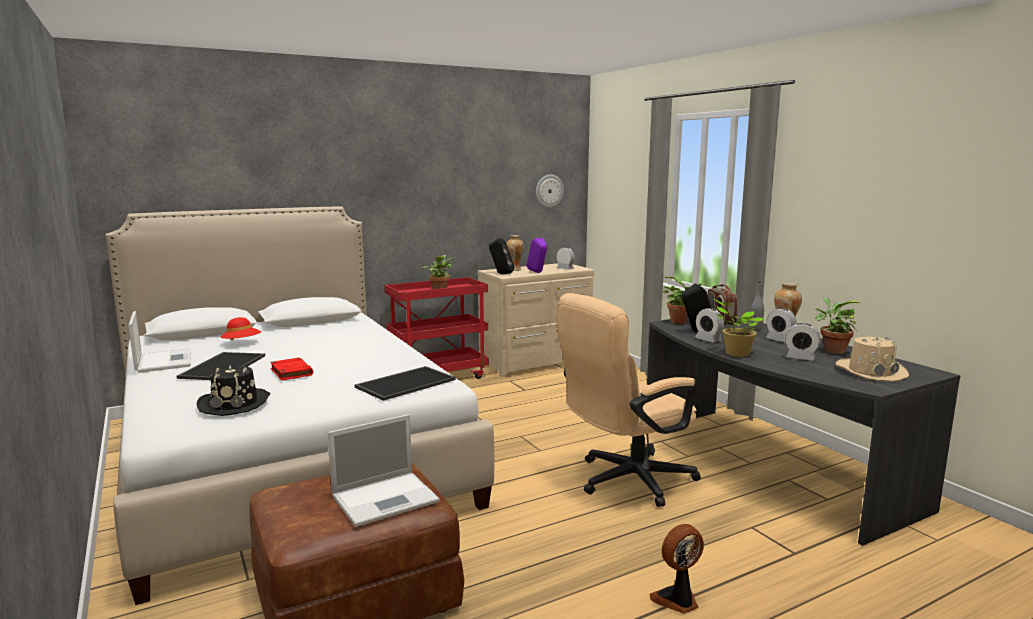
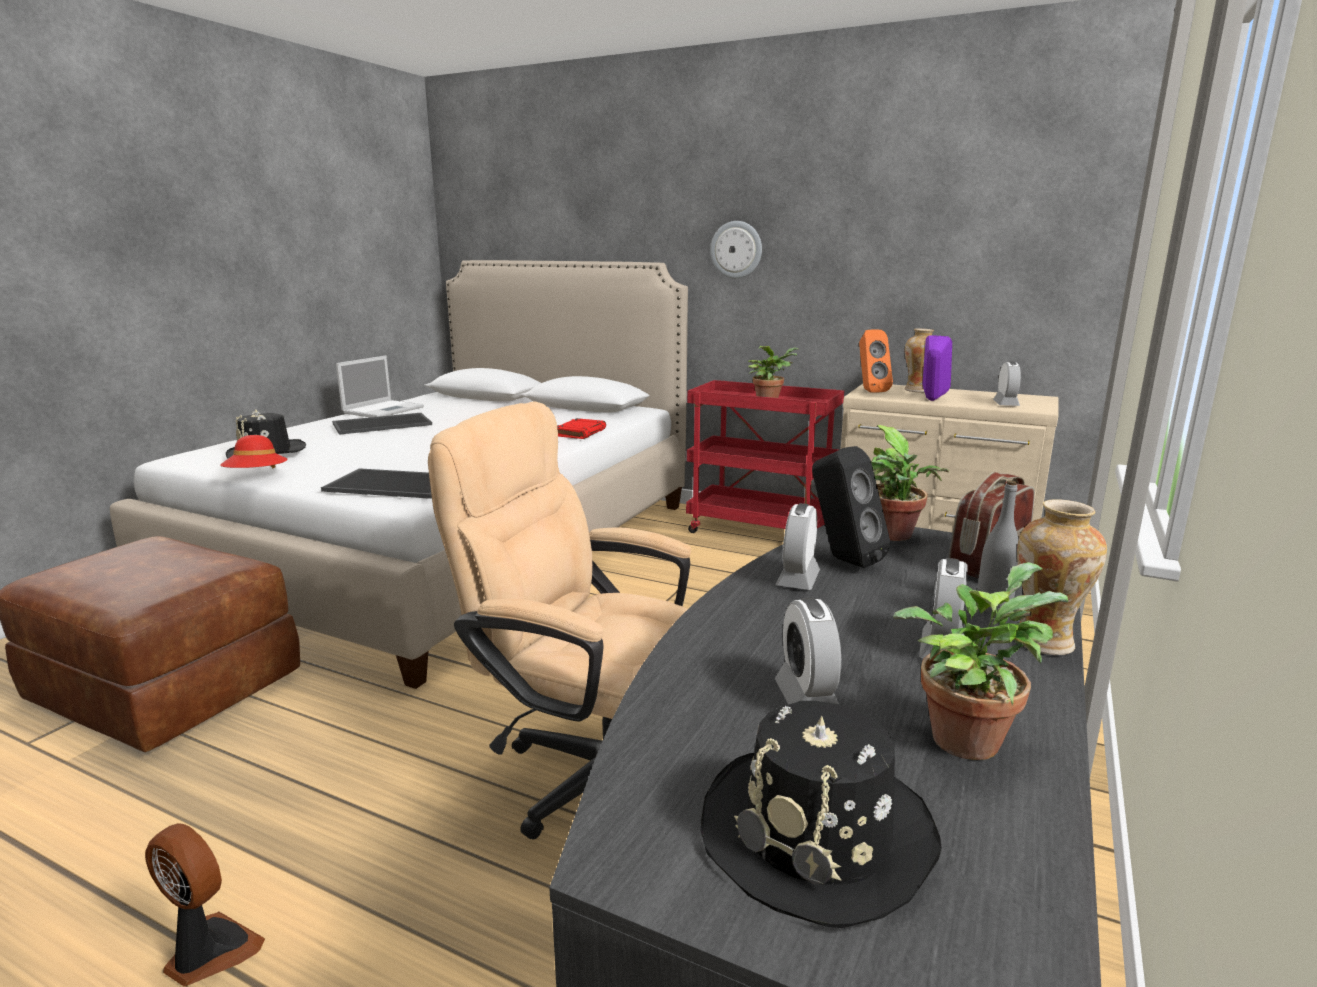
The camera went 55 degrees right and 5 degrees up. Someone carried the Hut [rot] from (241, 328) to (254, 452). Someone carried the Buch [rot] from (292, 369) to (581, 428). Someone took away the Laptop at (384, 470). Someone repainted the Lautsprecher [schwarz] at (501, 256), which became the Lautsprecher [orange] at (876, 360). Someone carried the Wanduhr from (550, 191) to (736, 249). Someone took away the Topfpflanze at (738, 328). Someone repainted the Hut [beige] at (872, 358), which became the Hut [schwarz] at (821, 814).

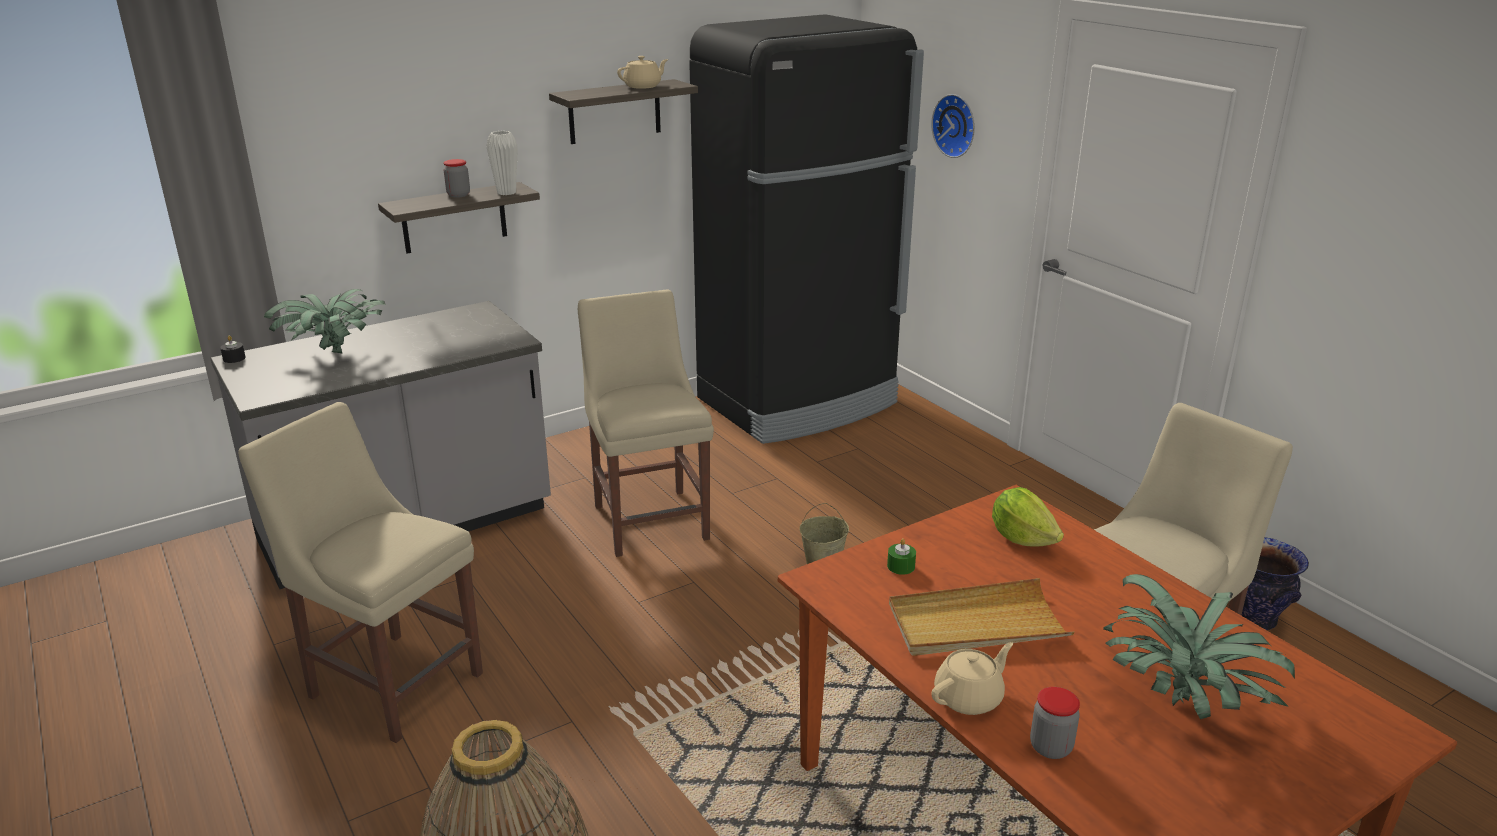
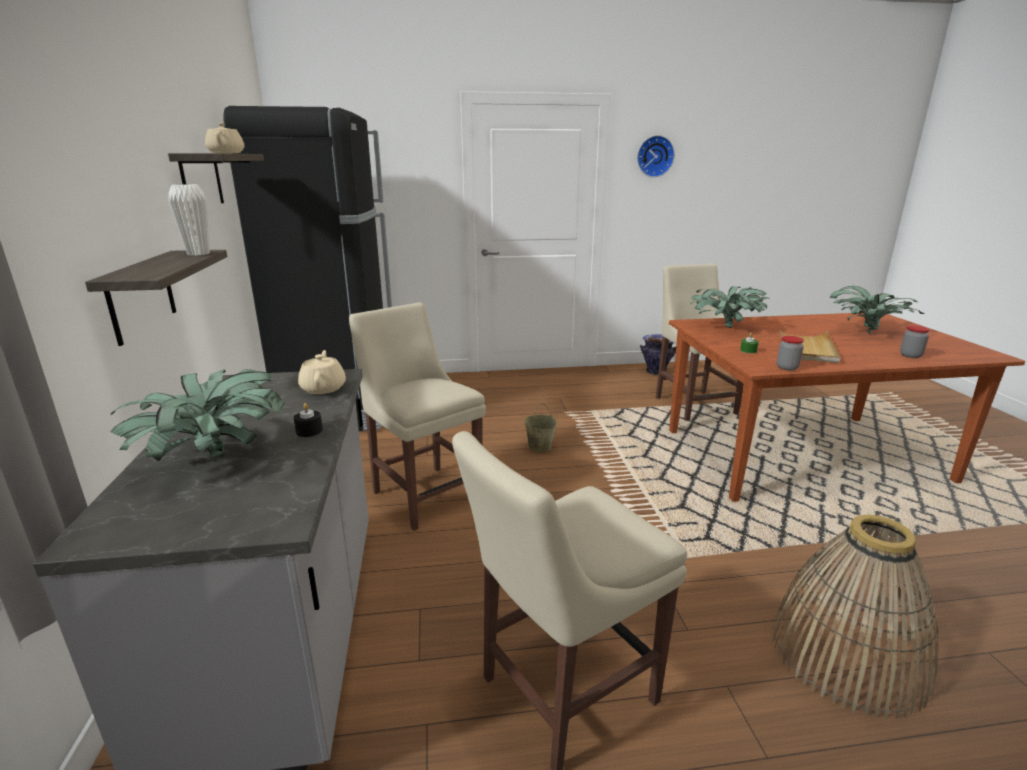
The camera went 65 degrees left and 5 degrees down. Someone carried the Kerze [schwarz] from (233, 349) to (308, 420). Someone carried the Vorratsglas from (457, 178) to (790, 353). Someone rotated the Stuhl [beige] at (646, 423) by 45 degrees clockwise. Someone carried the Wanduhr from (953, 126) to (656, 156). Someone carried the Teekanne [beige] from (972, 678) to (322, 372). Someone swapped the Salatkopf at (1028, 517) for the Topfpflanze at (729, 307).

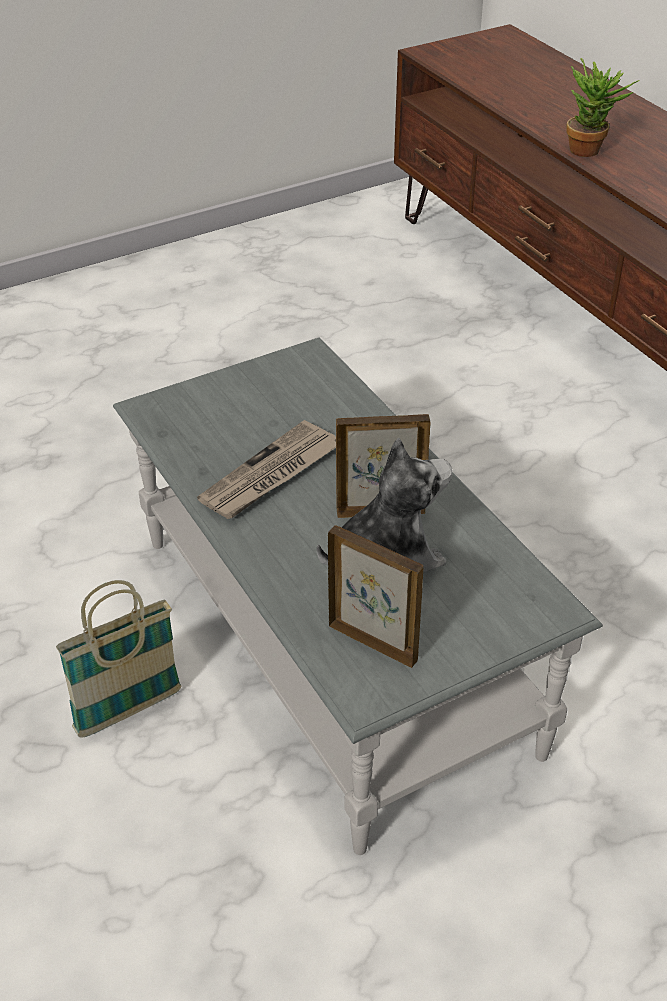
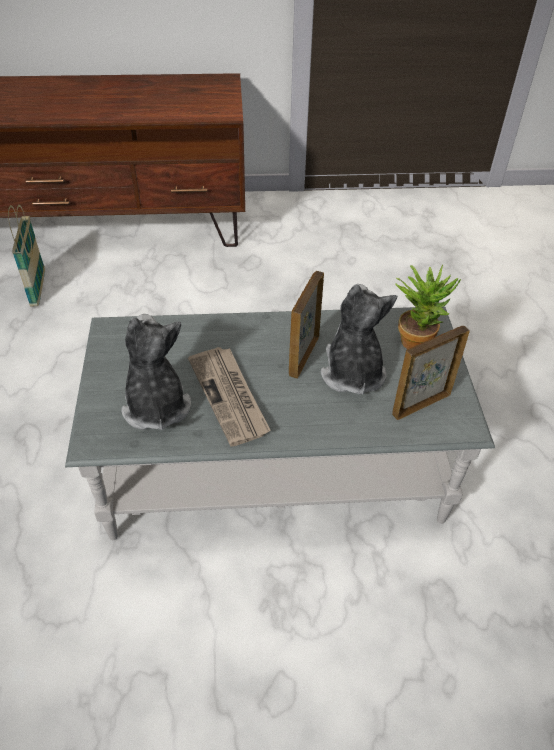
The camera went 65 degrees left and 5 degrees up. Someone carried the Korb from (119, 658) to (26, 256). Someone carried the Topfpflanze from (602, 107) to (427, 307). Someone put down the Plüschtier at (156, 372).

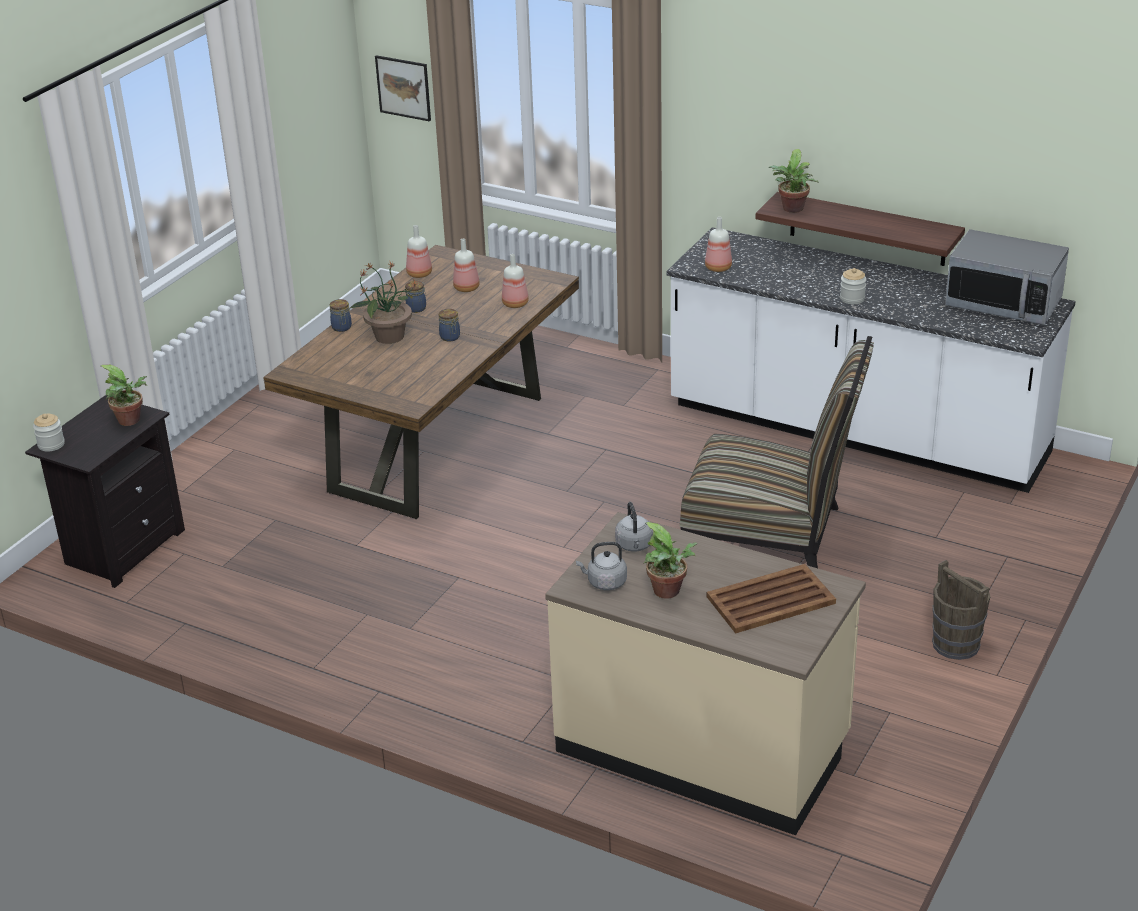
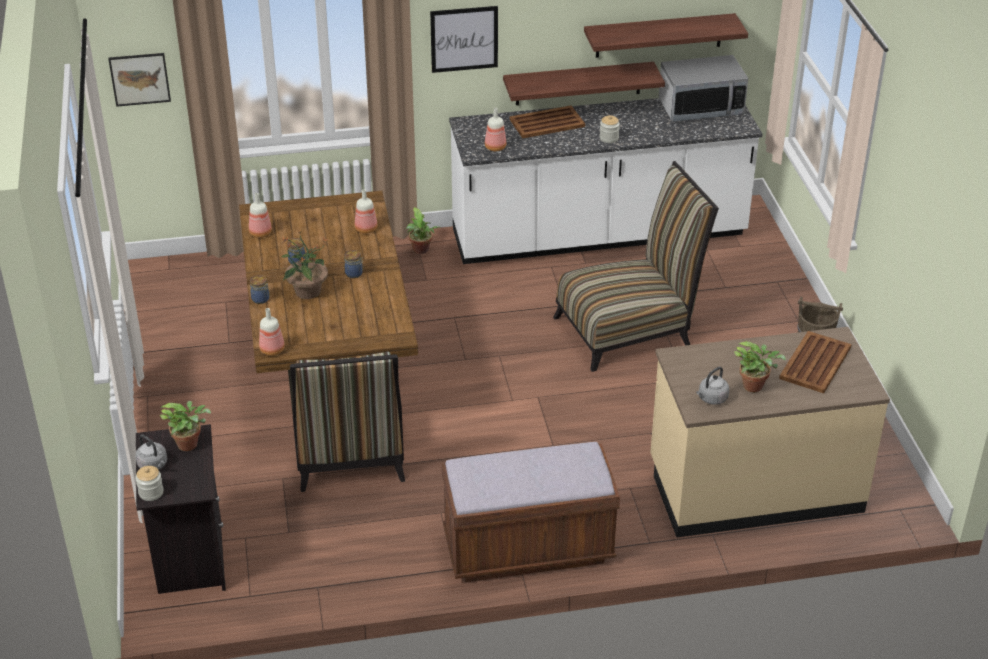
The camera went 40 degrees left and 5 degrees up. Someone carried the Flasche from (466, 265) to (272, 332). Someone carried the Wasserkessel [grau] from (634, 527) to (151, 452). Someone carried the Topfpflanze from (794, 181) to (423, 230). Someone put down the Stuhl at (347, 422). Someone put up the Bild at (464, 39). Someone put down the Bank [braun] at (530, 512). Someone put down the Tablett [braun] at (547, 121). Someone put up the Wandregal at (666, 35).

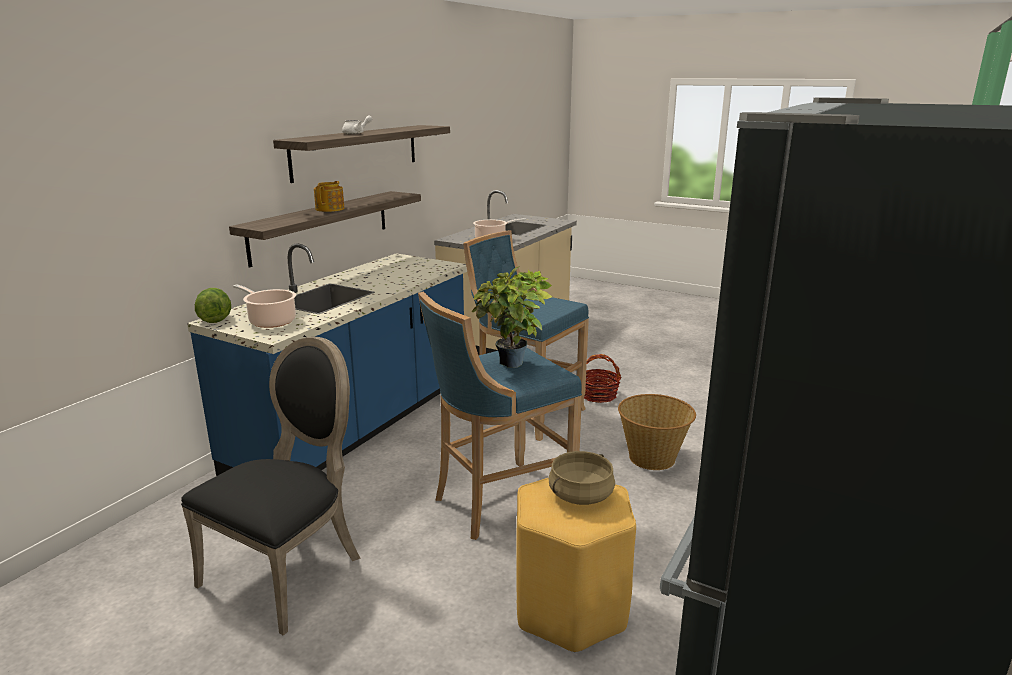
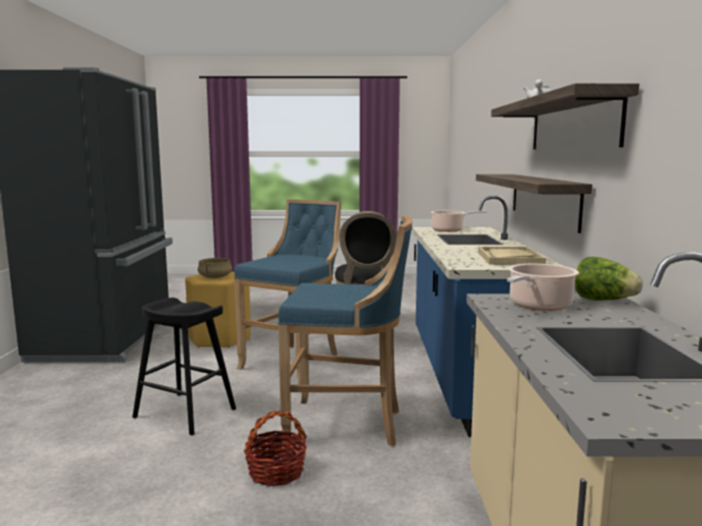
The camera went 150 degrees right and 10 degrees down. Someone carried the Salatkopf from (213, 305) to (609, 278). Someone took away the Teekanne at (329, 196). Someone took away the Topfpflanze at (512, 317). Someone swapped the Korb at (657, 432) for the Hocker [schwarz] at (184, 366). Someone put down the Tablett [beige] at (512, 255).

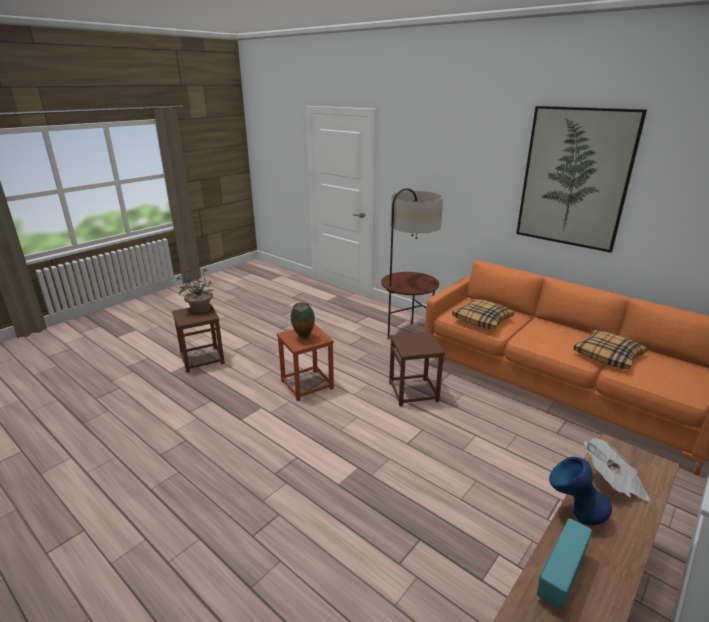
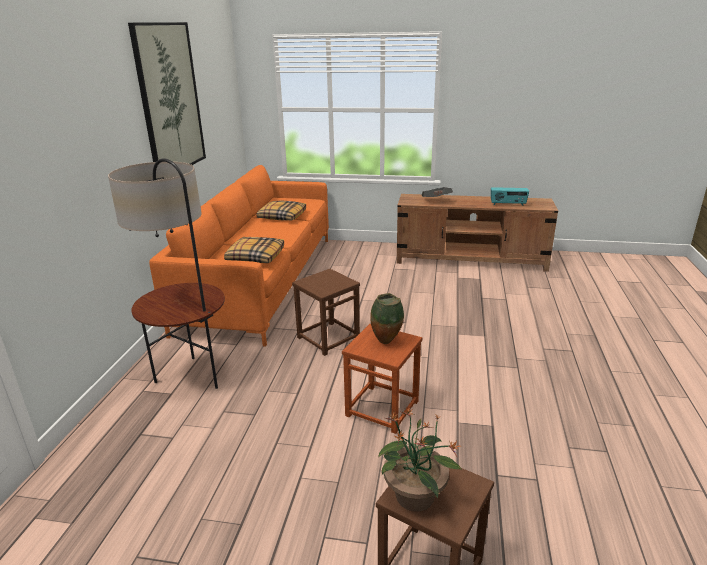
The camera went 120 degrees left and 0 degrees up. Someone took away the Vase [blau] at (580, 491).

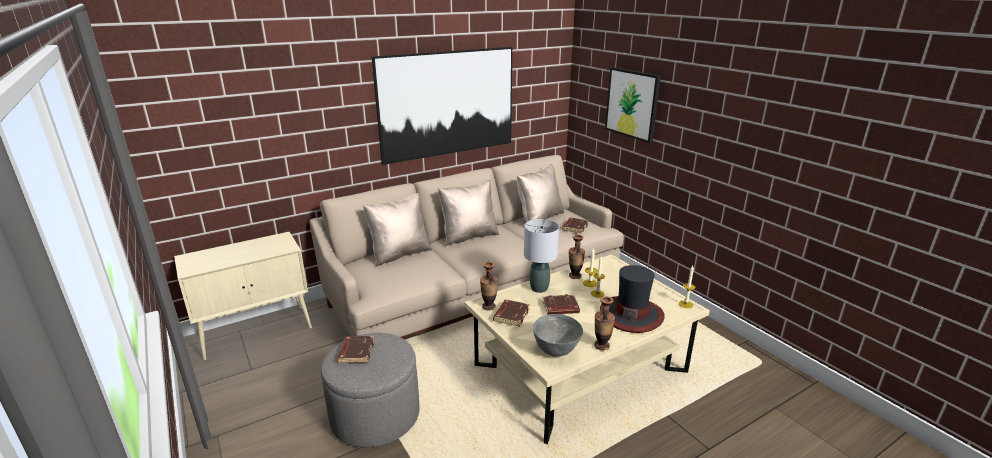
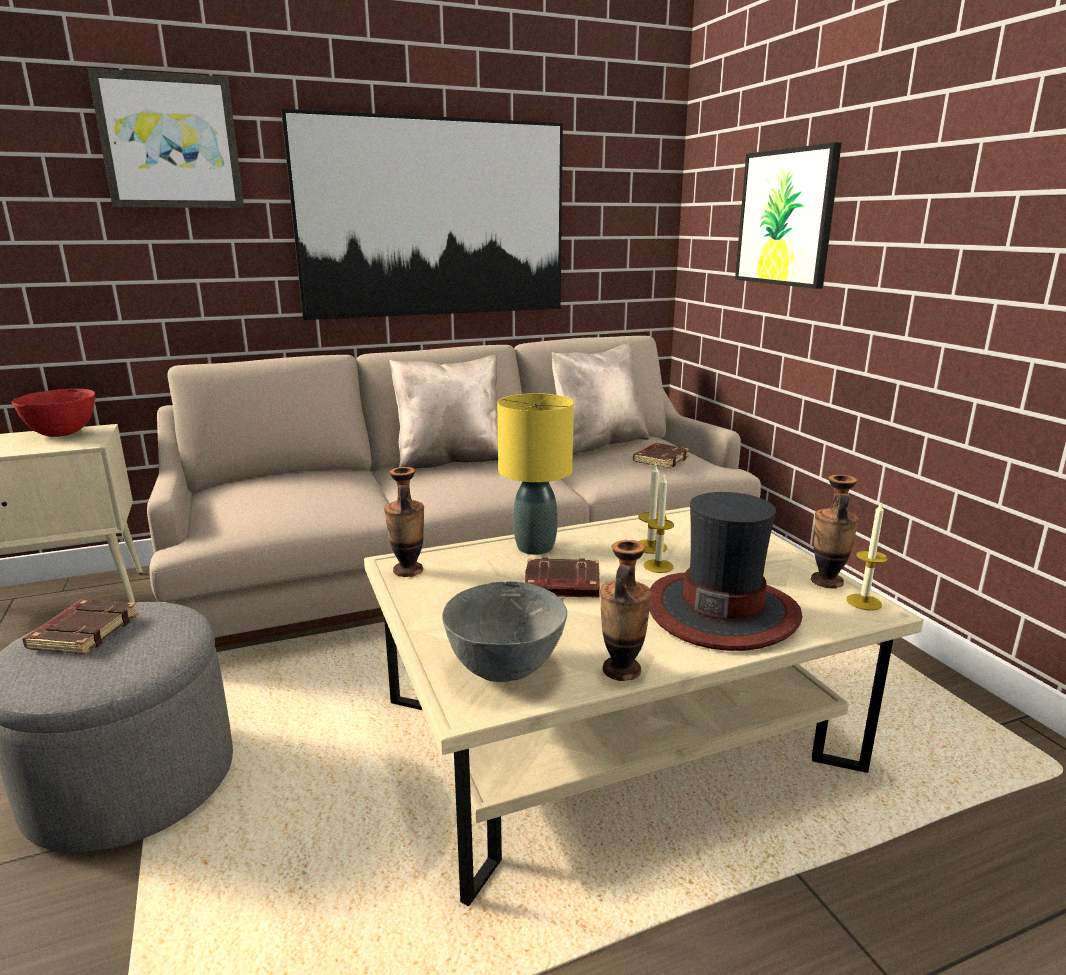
The camera went 10 degrees right and 5 degrees down. Someone took away the Kissen [beige] at (397, 230). Someone took away the Buch [braun] at (511, 313). Someone repainted the Tischlampe [grau] at (541, 256), which became the Tischlampe [gelb] at (535, 474). Someone carried the Vase from (577, 257) to (835, 532). Someone put down the Schüssel [rot] at (53, 412). Someone put up the Bild at (165, 138).

